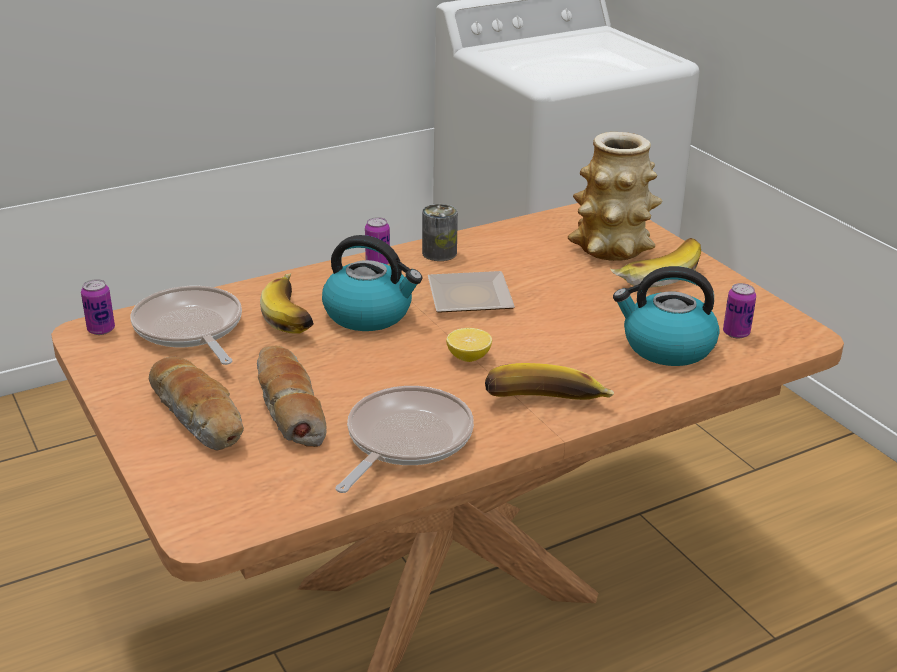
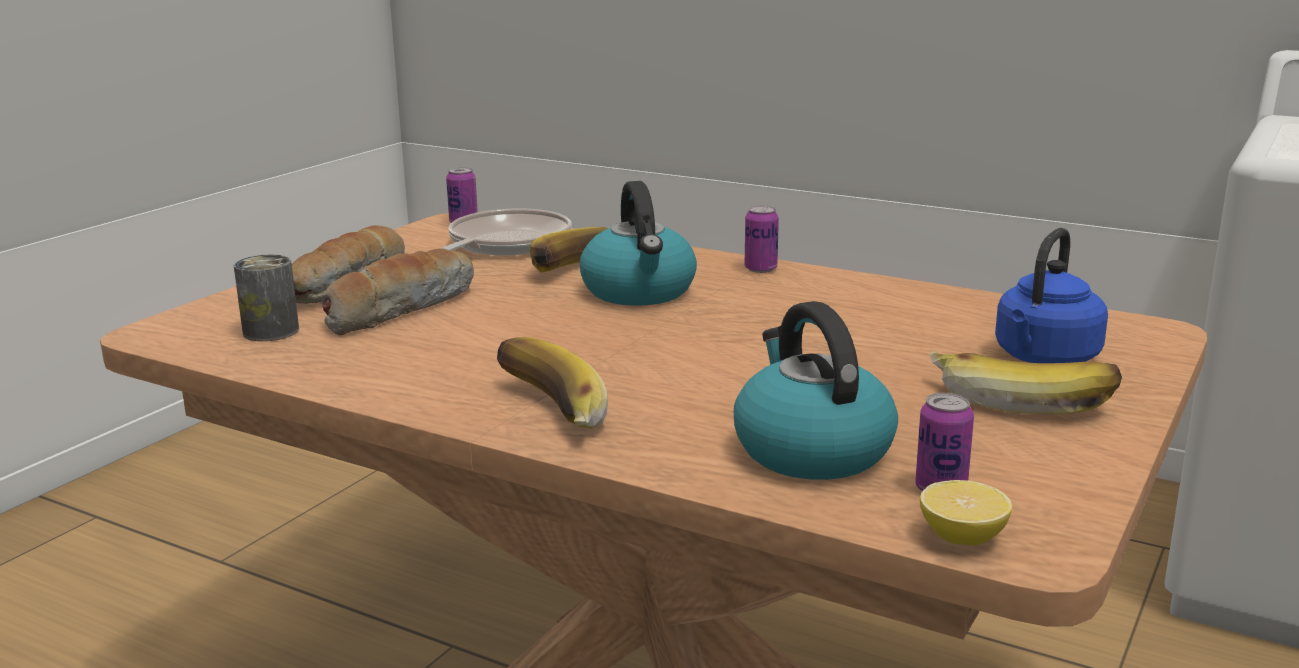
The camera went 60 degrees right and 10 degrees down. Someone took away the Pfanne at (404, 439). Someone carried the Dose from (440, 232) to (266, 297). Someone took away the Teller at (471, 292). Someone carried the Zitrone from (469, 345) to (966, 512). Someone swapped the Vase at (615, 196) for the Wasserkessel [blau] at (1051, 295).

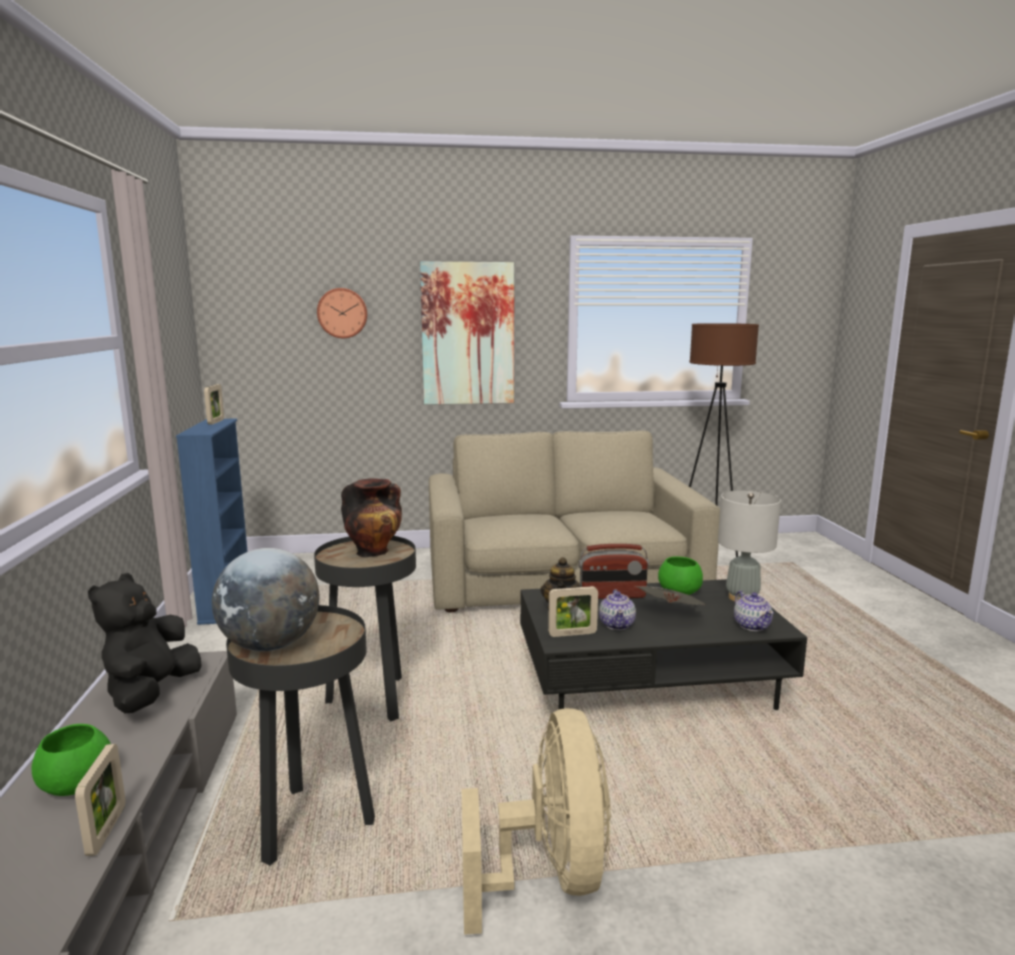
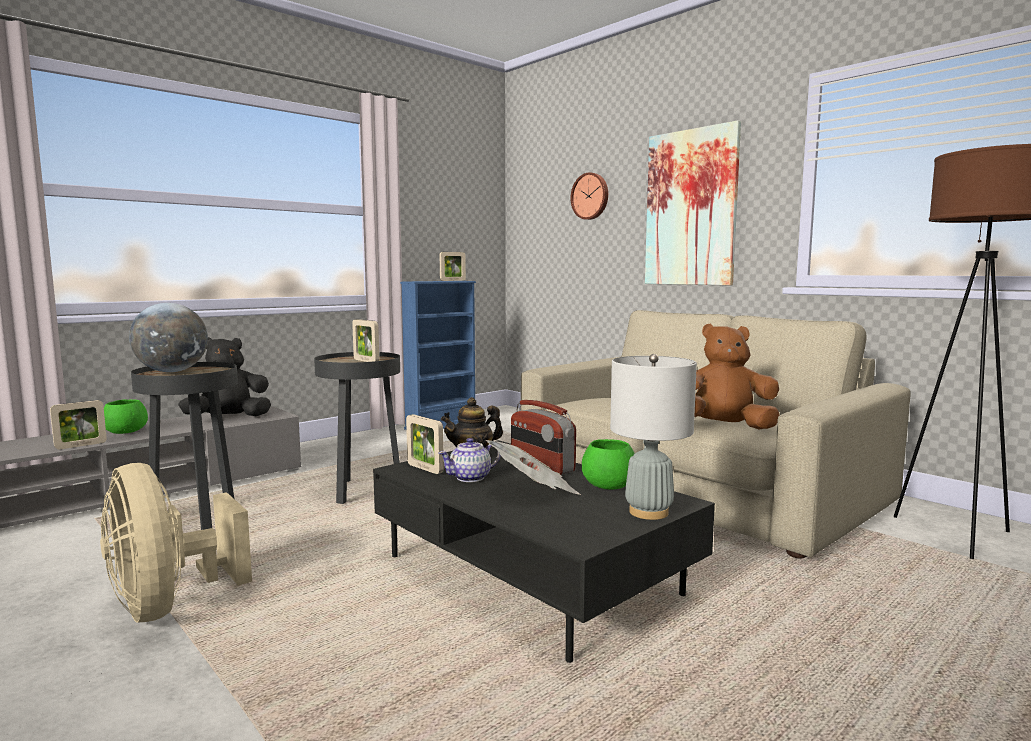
The camera went 55 degrees right and 5 degrees down. Someone swapped the Vase at (371, 517) for the Bilderrahmen at (365, 340). Someone rotated the Ventilator [beige] at (536, 821) by 90 degrees clockwise. Someone took away the Teekanne at (754, 611). Someone put down the Plüschtier [braun] at (737, 377).

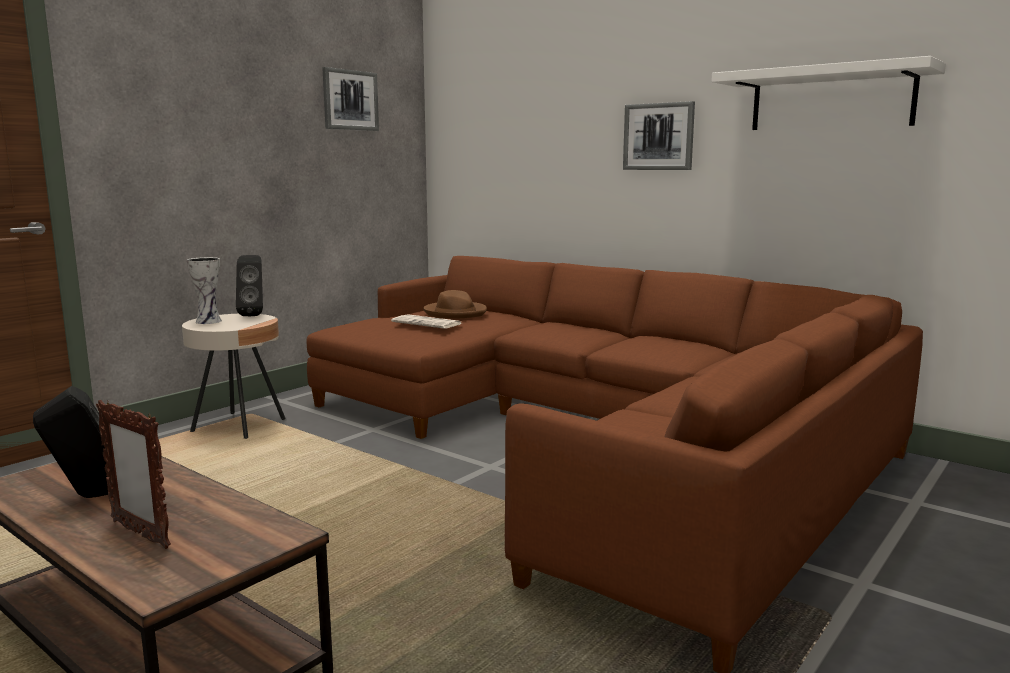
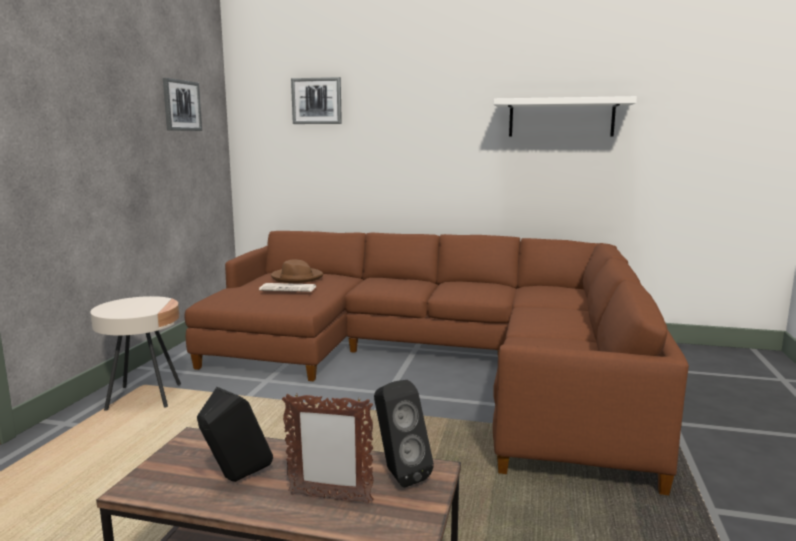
The camera went 25 degrees left and 0 degrees up. Someone took away the Vase at (204, 290). Someone carried the Lautsprecher [schwarz] from (249, 285) to (404, 433). Someone carried the Bild from (659, 135) to (316, 100).

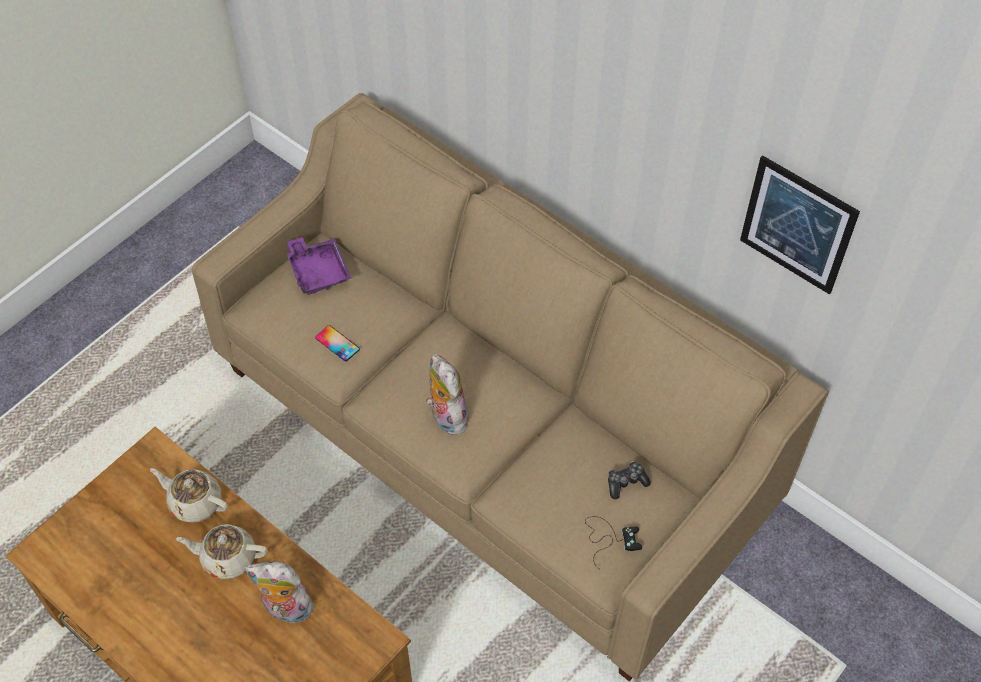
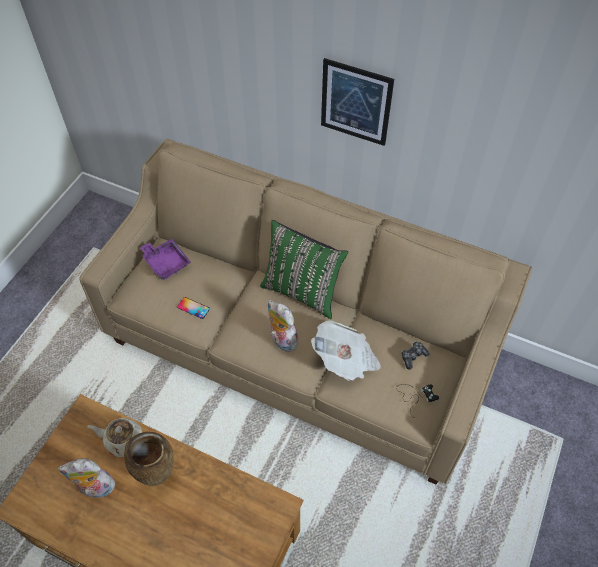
The camera went 15 degrees left and 0 degrees up. Someone swapped the Teekanne [beige] at (222, 551) for the Vase [braun] at (149, 459). Someone carried the Plüschtier from (280, 594) to (86, 478). Someone carried the Bild from (800, 224) to (357, 102). Someone put down the Kissen [grün] at (304, 269). Someone put down the Zeitung at (346, 350).

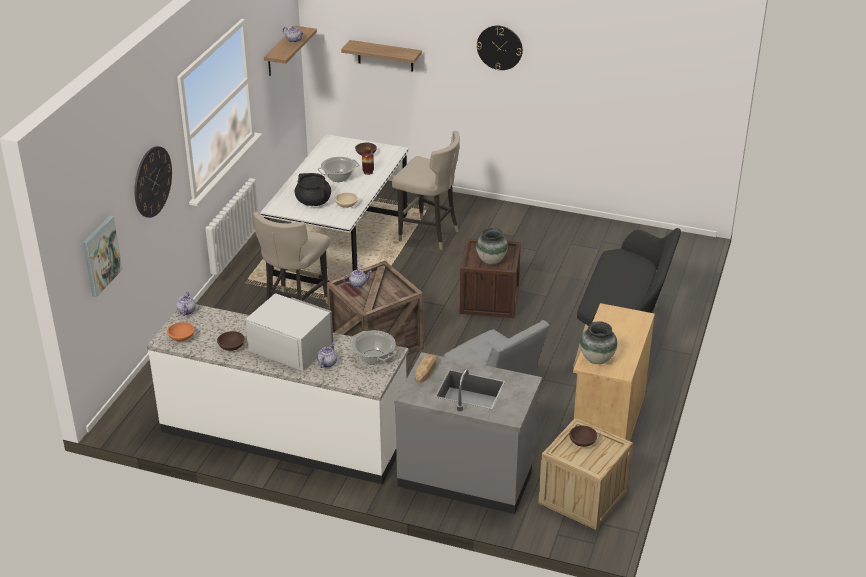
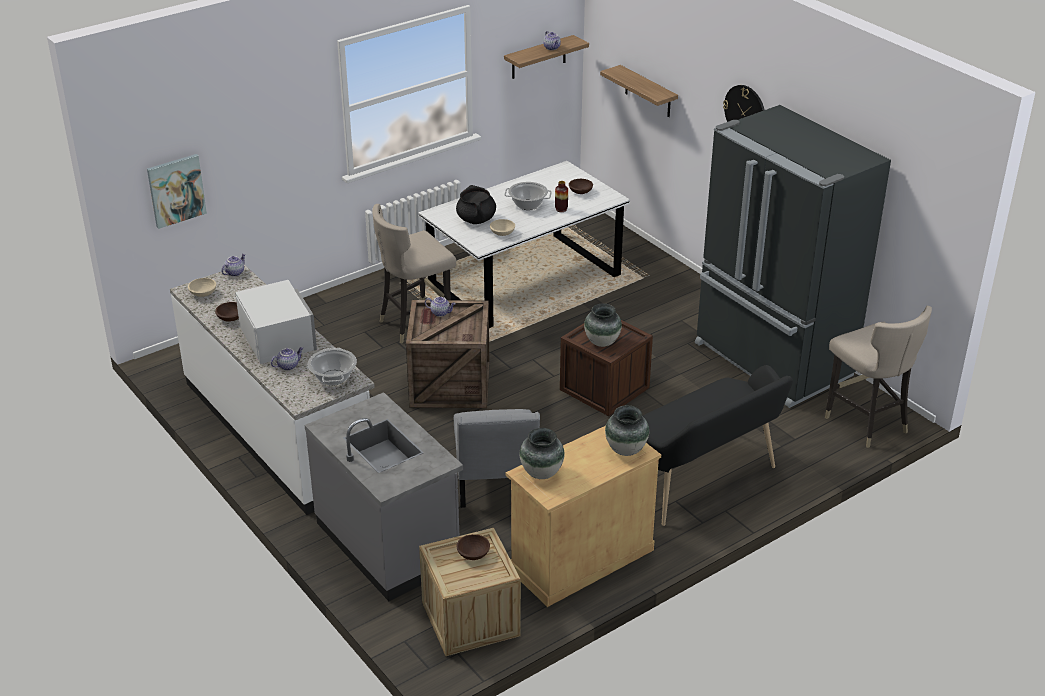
The camera went 35 degrees right and 0 degrees up. Someone took away the Wanduhr at (153, 182). Someone repainted the Schüssel [orange] at (180, 331), which became the Schüssel [beige] at (202, 287). Someone carried the Hocker [beige] from (426, 190) to (878, 377). Someone took away the Brot at (426, 368). Someone put down the Vase at (627, 430). Someone put down the Kühlschrank [schwarz] at (793, 256).

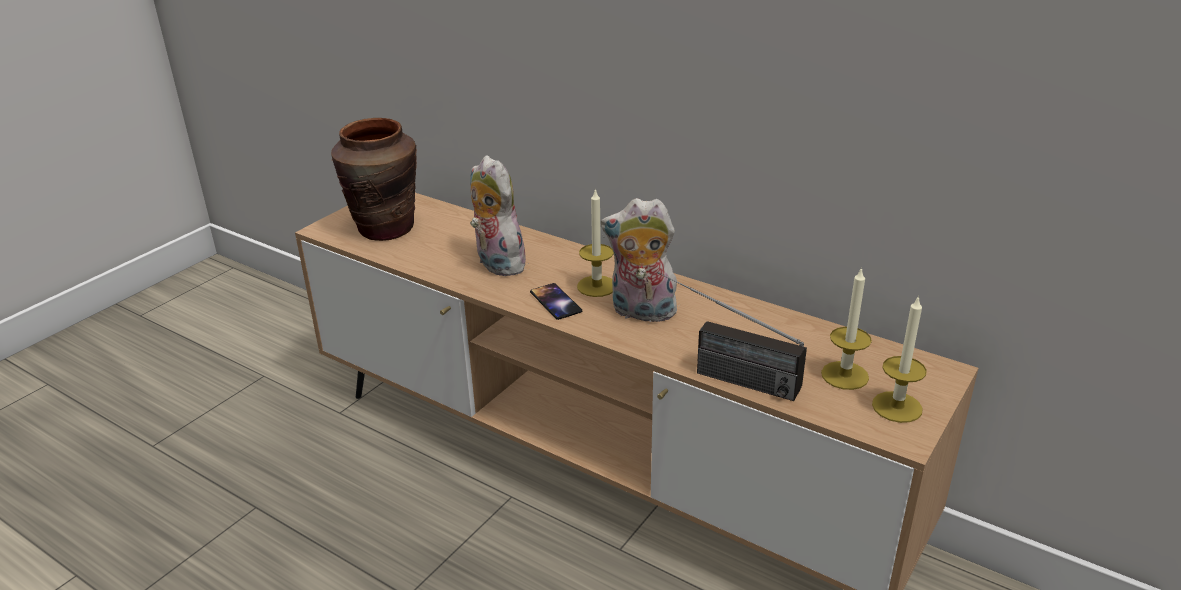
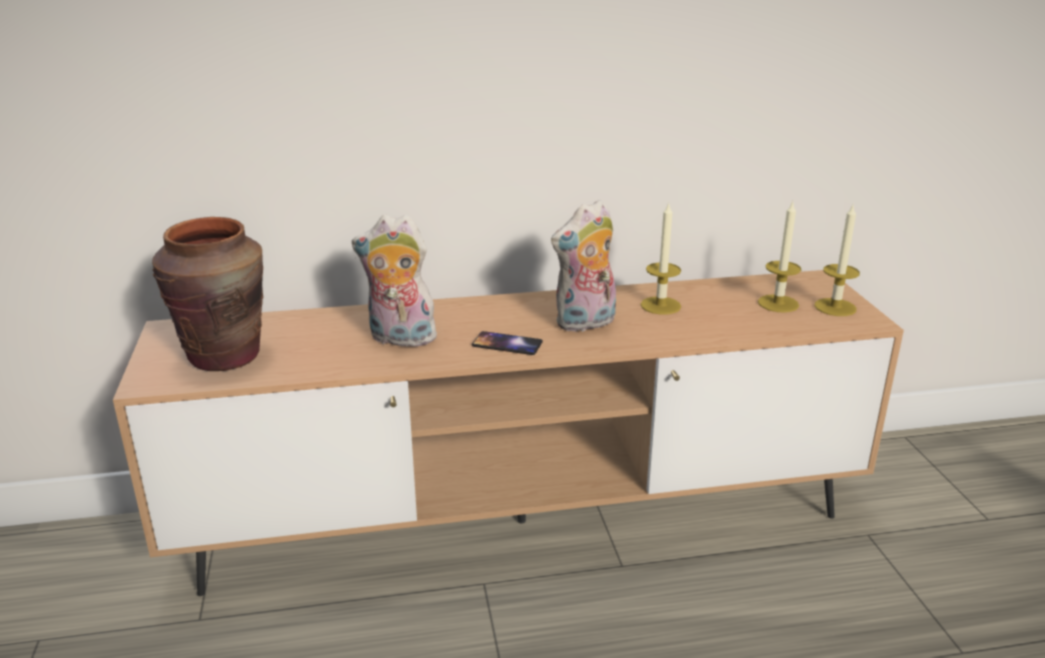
The camera went 45 degrees left and 5 degrees down. Someone carried the Kerze from (595, 243) to (661, 258). Someone took away the Radio at (732, 336).

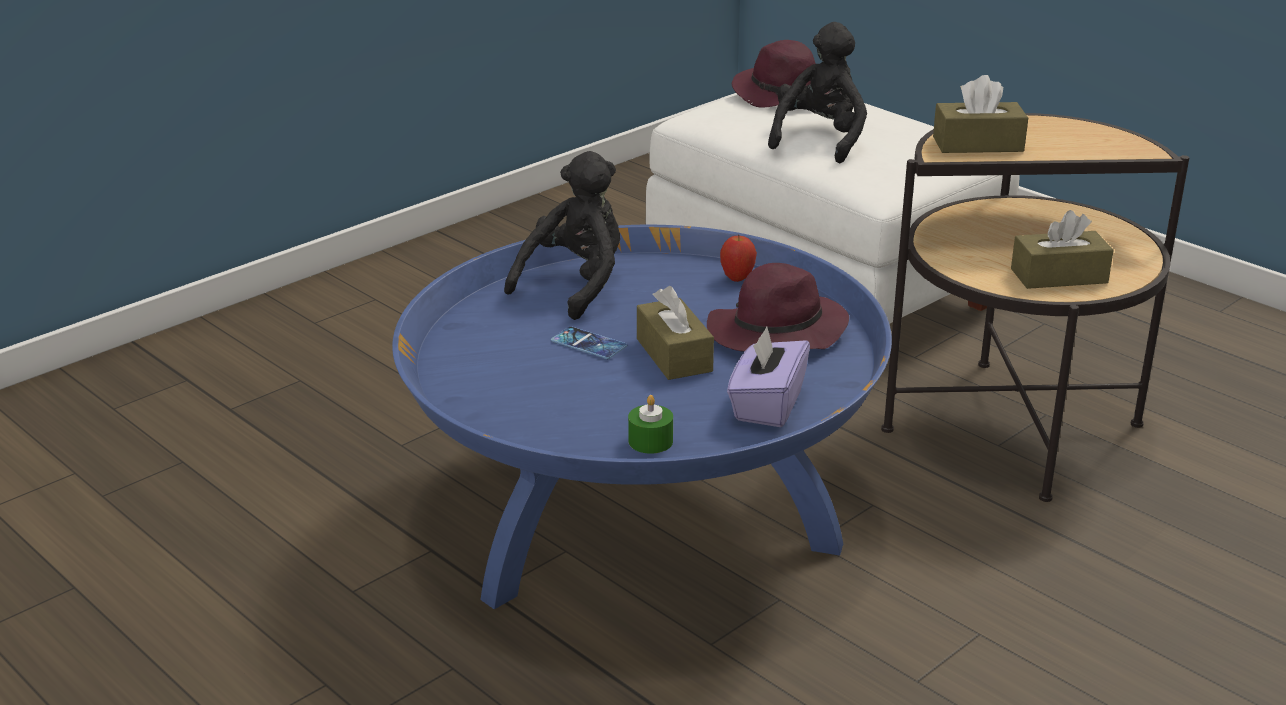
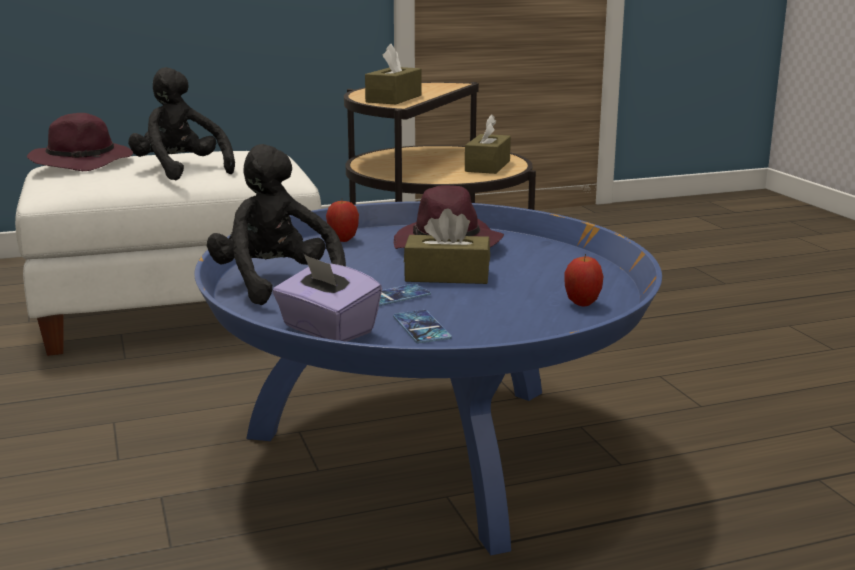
The camera went 65 degrees left and 10 degrees down. Someone swapped the Kerze [grün] at (650, 424) for the Apfel at (584, 280). Someone carried the Taschentuchbox [lila] from (768, 377) to (327, 298). Someone put down the Handy at (422, 326).

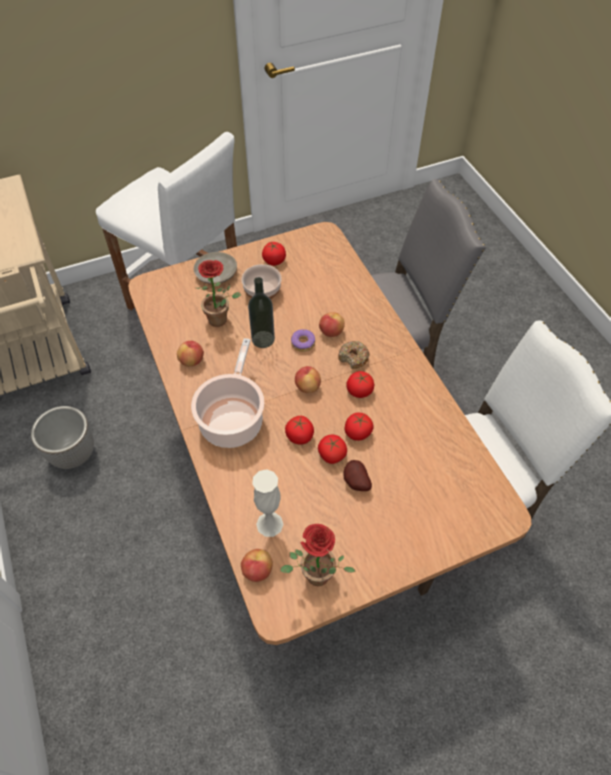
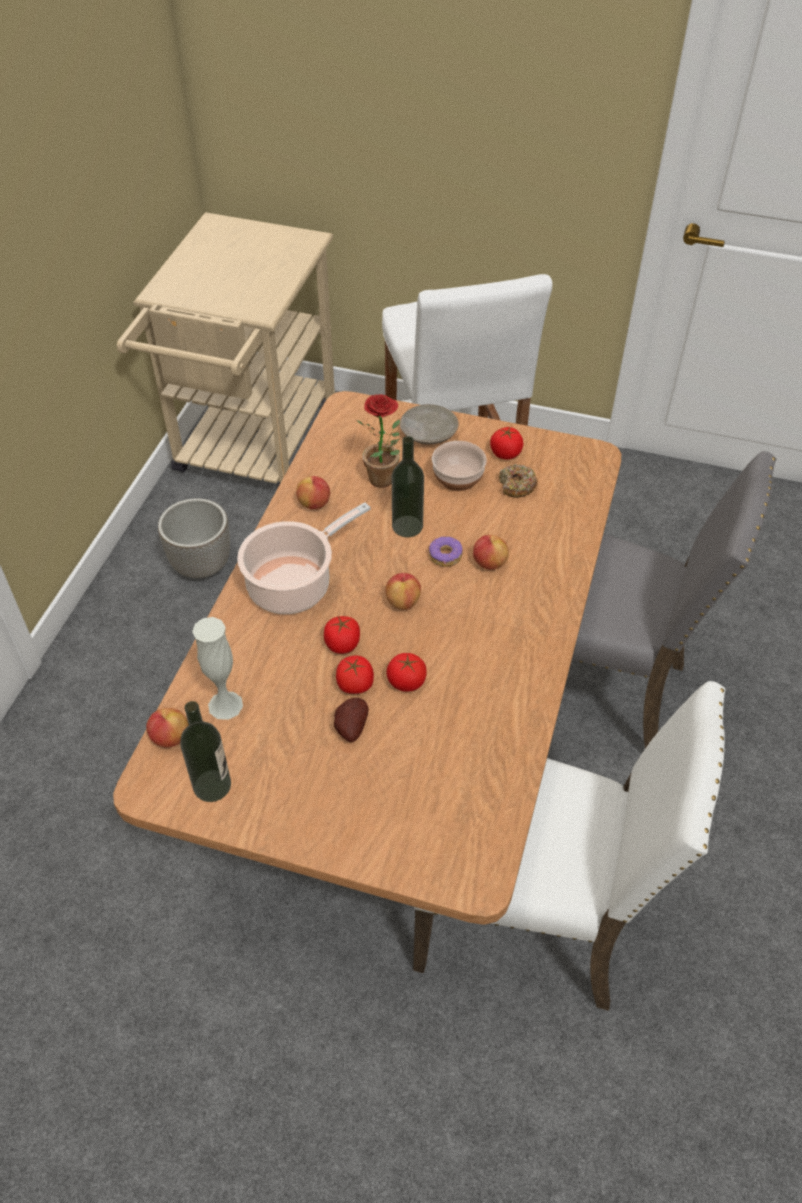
The camera went 40 degrees right and 5 degrees down. Someone swapped the Topfpflanze at (318, 555) for the Flasche at (205, 751). Someone carried the Donut from (354, 355) to (518, 481). Someone took away the Tomate at (360, 384).

